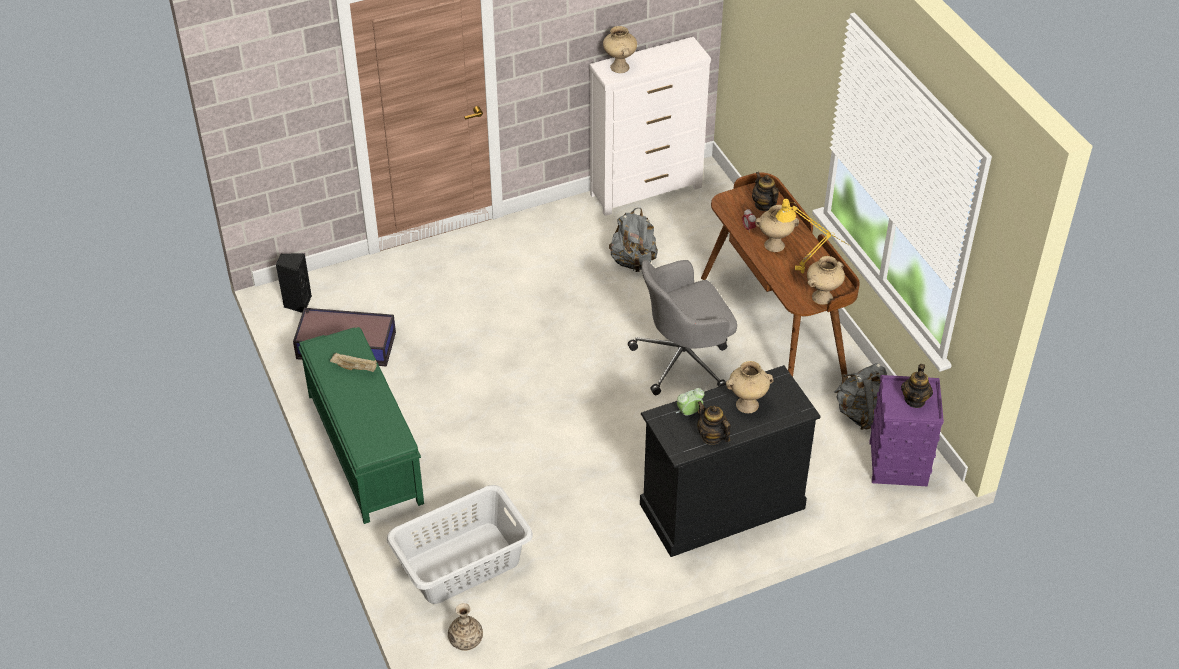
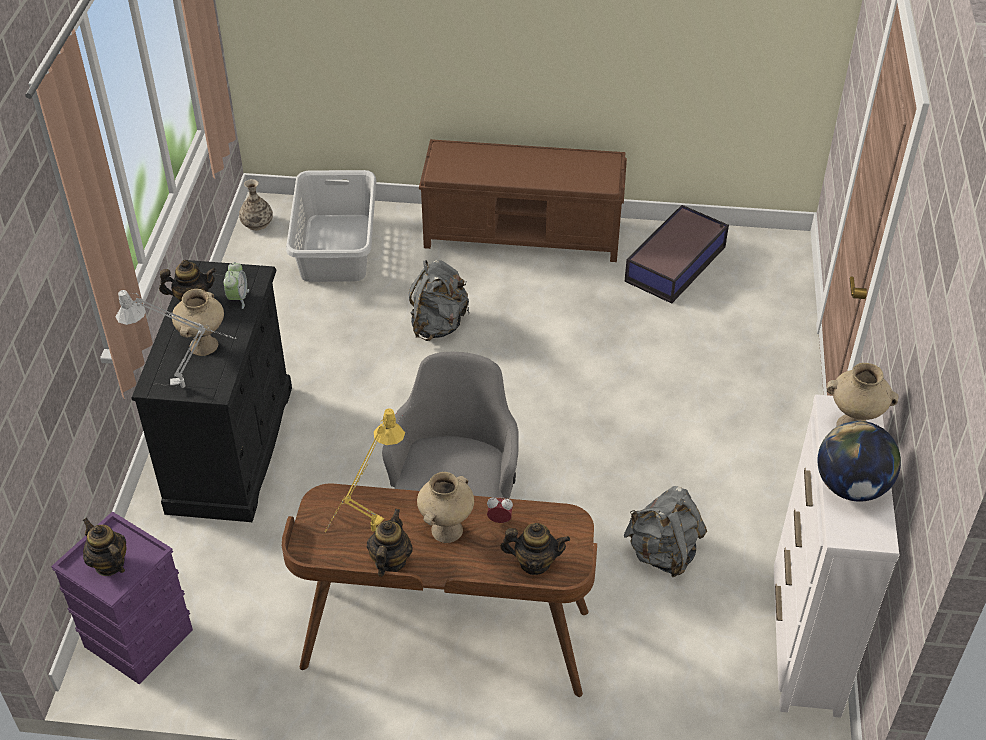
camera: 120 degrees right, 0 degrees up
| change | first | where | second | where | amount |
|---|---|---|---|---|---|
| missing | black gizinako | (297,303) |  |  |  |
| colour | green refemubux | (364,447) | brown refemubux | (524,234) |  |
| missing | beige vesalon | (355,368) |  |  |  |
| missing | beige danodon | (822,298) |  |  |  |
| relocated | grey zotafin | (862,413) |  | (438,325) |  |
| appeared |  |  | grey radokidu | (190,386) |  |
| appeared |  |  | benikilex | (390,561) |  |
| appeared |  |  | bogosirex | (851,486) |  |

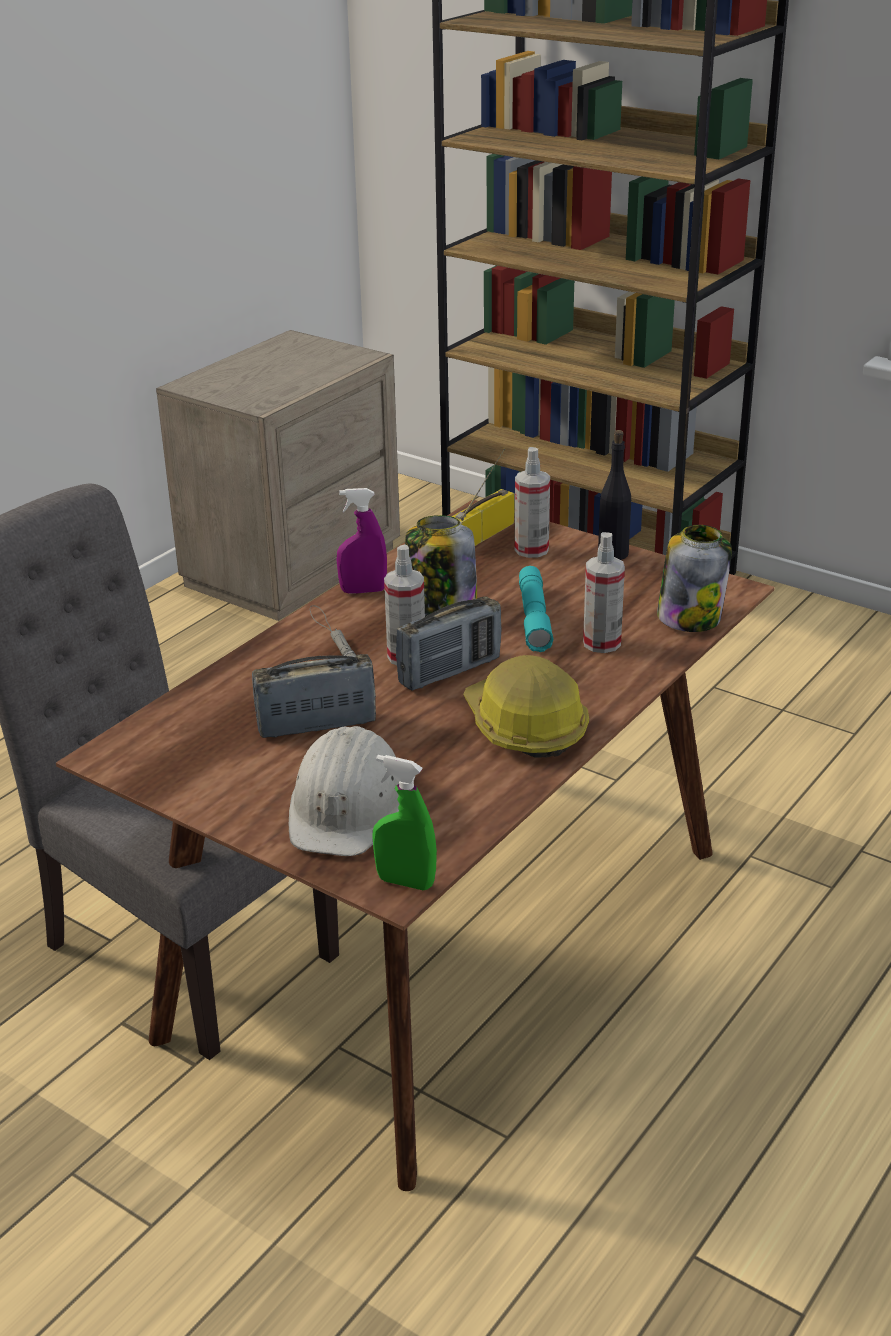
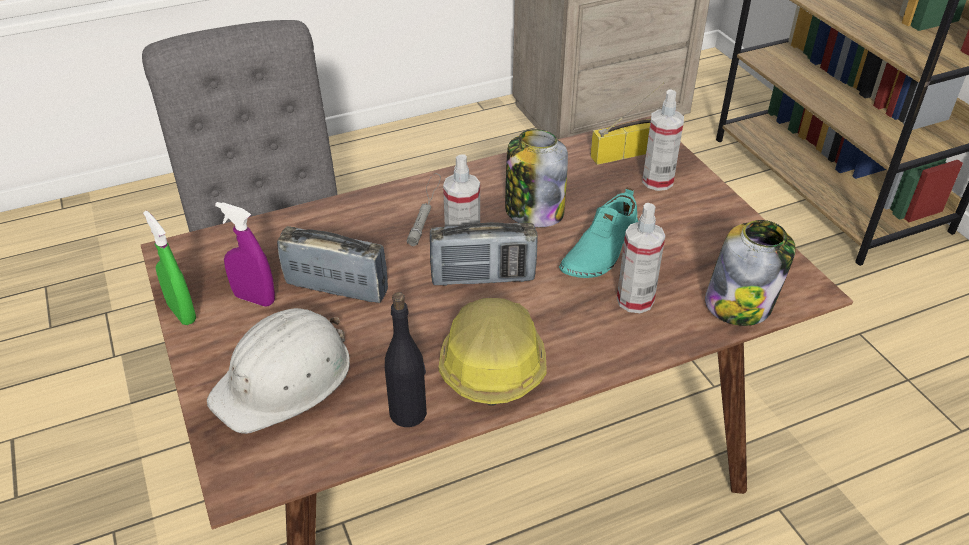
camera: 30 degrees right, 10 degrees up
| change | first | where | second | where | amount |
|---|---|---|---|---|---|
| relocated | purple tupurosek | (363,591) |  | (254,299) |  |
| relocated | green tupurosek | (405,882) |  | (182,313) |  |
| exchanged | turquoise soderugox | (534,618) | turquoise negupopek | (599,251) |  |
| relocated | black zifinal | (613,553) |  | (408,413) |  |

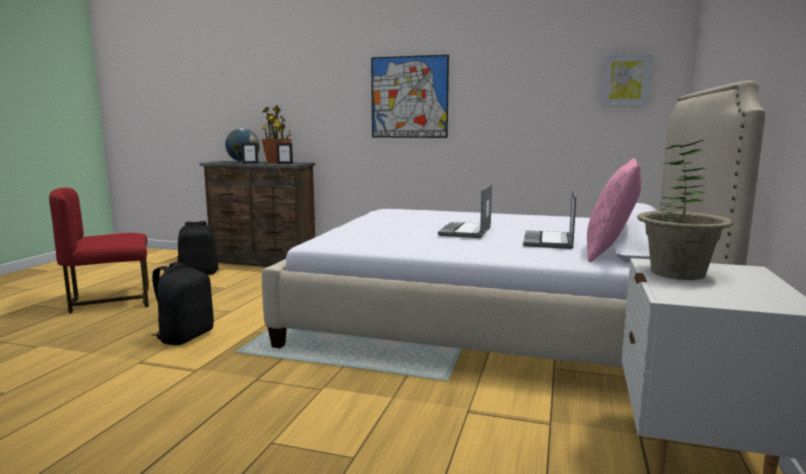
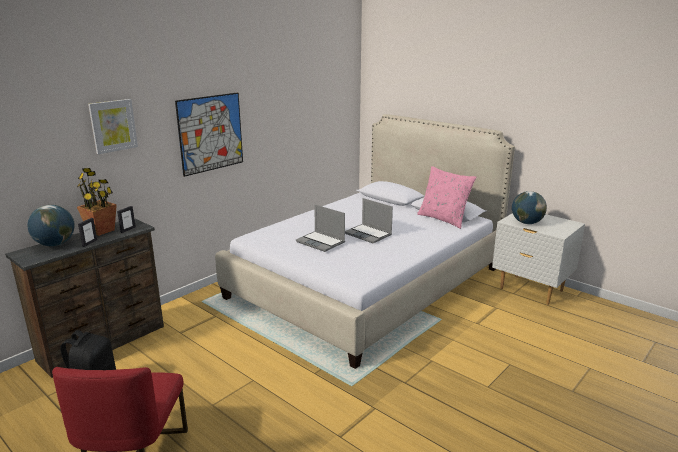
camera: 65 degrees left, 10 degrees up
| change | first | where | second | where | amount |
|---|---|---|---|---|---|
| missing | black zotafin | (185,337) |  |  |  |
| relocated | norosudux | (549,241) |  | (321,242) |  |
| relocated | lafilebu | (625,80) |  | (113,126) |  |
| exchanged | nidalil | (677,273) | bogosirex | (526,223) |  |

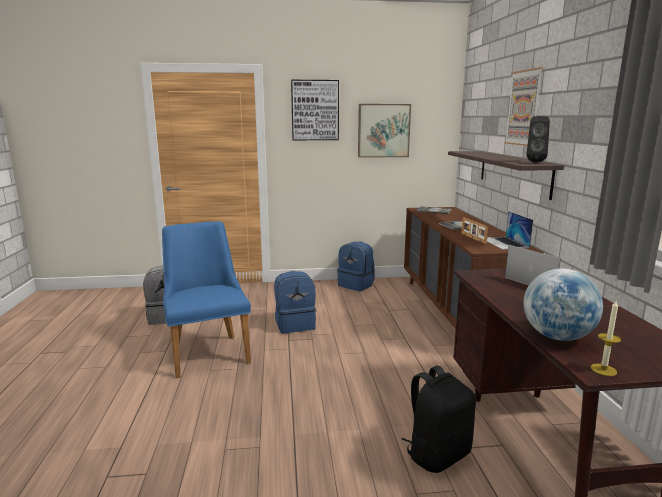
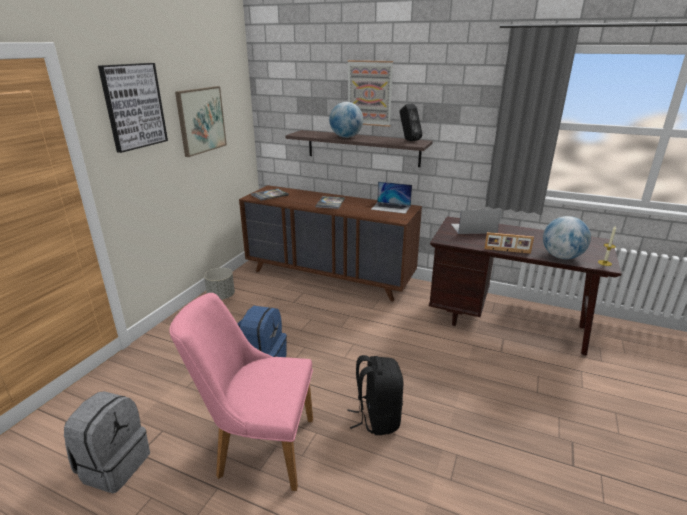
camera: 60 degrees left, 10 degrees up
| change | first | where | second | where | amount |
|---|---|---|---|---|---|
| colour | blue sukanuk | (208,351) | pink sukanuk | (257,447) |  |
| exchanged | blue zotafin | (356,285) | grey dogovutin | (221,296) |  |
| relocated | black zotafin | (437,454) |  | (377,418) |  |
| relocated | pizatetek | (472,238) |  | (507,251) |  |
| appeared |  |  | bogosirex | (346,137) |  |

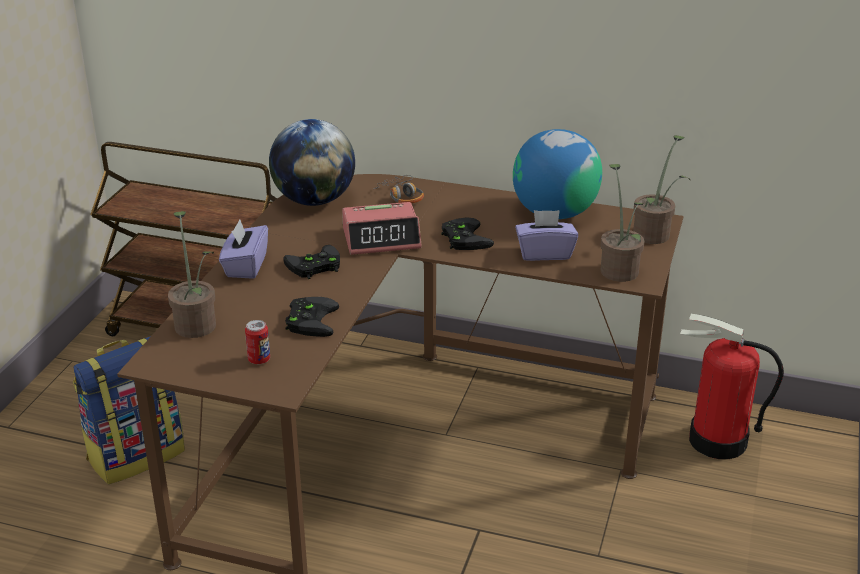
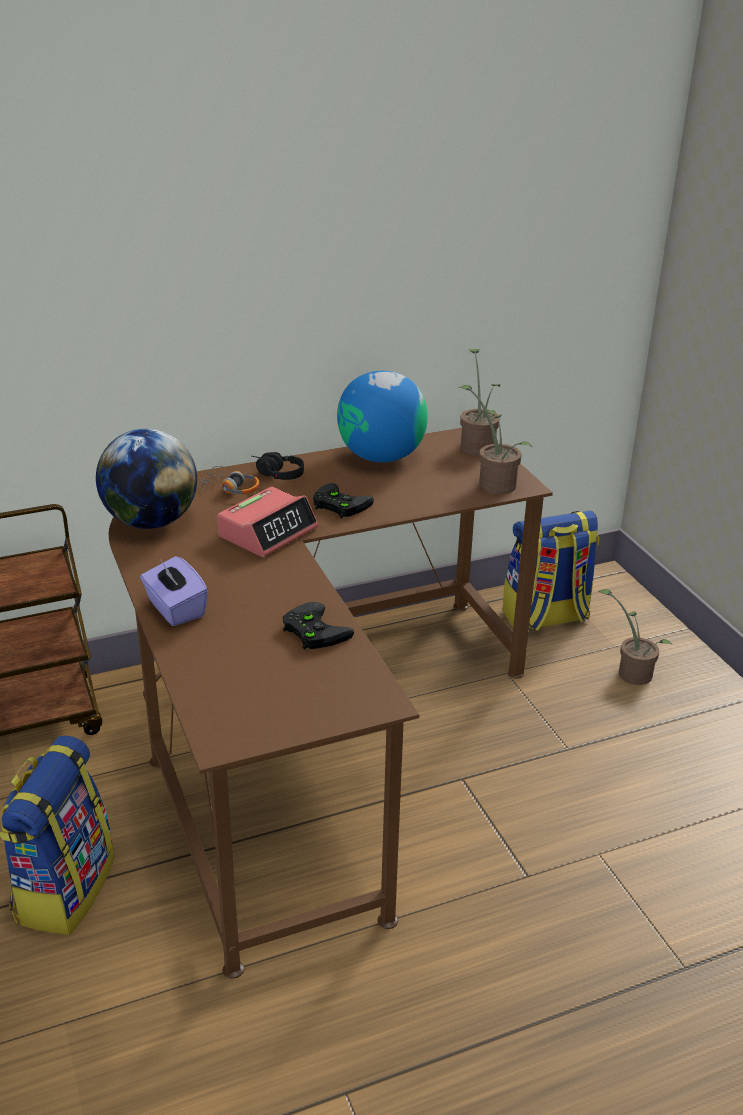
camera: 40 degrees left, 0 degrees up
| change | first | where | second | where | amount |
|---|---|---|---|---|---|
| relocated | nidalil | (196,322) |  | (631,671) |  |
| missing | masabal | (259,360) |  |  |  |
| missing | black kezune | (313,266) |  |  |  |
| missing | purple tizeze | (544,253) |  |  |  |
| exchanged | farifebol | (717,441) | zotafin | (545,618) |  |
| appeared |  |  | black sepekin | (275,474) |  |

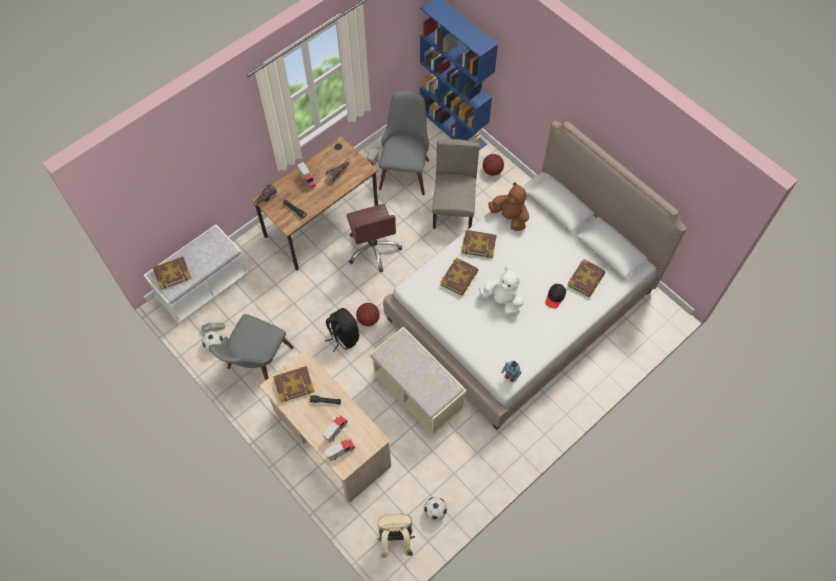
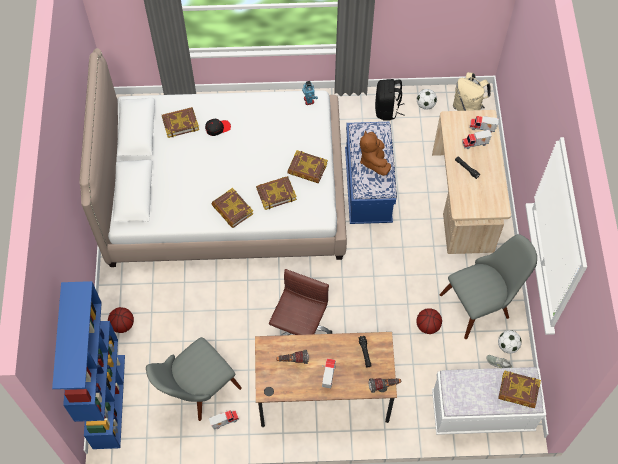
camera: 140 degrees left, 0 degrees up
| change | first | where | second | where | amount |
|---|---|---|---|---|---|
| relocated | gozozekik | (294,384) |  | (307,169) |  |
| relocated | black zotafin | (343,337) |  | (387,110) |  |
| relocated | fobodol | (368,319) |  | (428,326) |  |
| colour | beige refemubux | (418,392) | blue refemubux | (367,187) |  |
| missing | beige sukanuk | (454,210) |  |  |  |
| missing | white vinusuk | (502,301) |  |  |  |
| relocated | brown vinusuk | (509,217) |  | (373,160) |  |

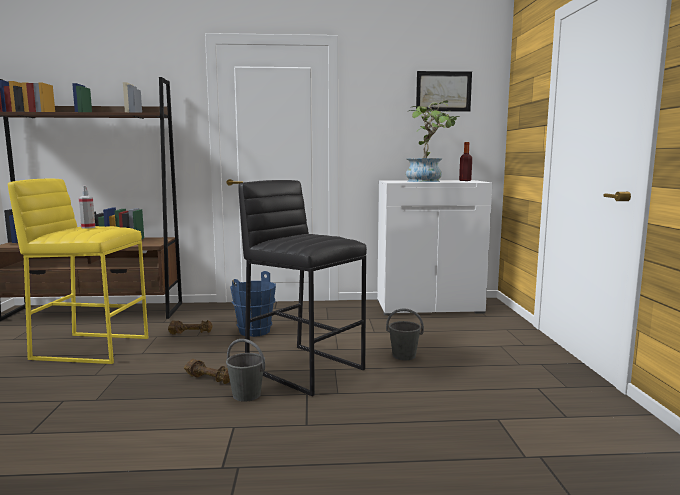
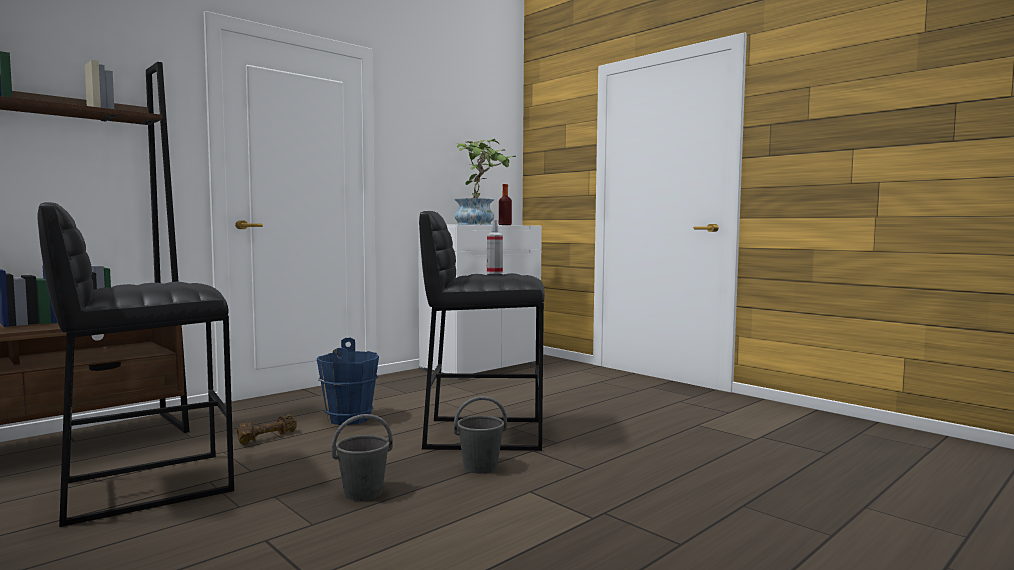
camera: 40 degrees left, 5 degrees down
| change | first | where | second | where | amount |
|---|---|---|---|---|---|
| colour | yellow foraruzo | (91,347) | black foraruzo | (145,486) |  |
| relocated | tupurosek | (88,227) |  | (494,273) |  |
| missing | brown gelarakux | (210,379) |  |  |  |
| relocated | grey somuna | (404,356) |  | (364,492) |  |
| missing | lafilebu | (443,91) |  |  |  |

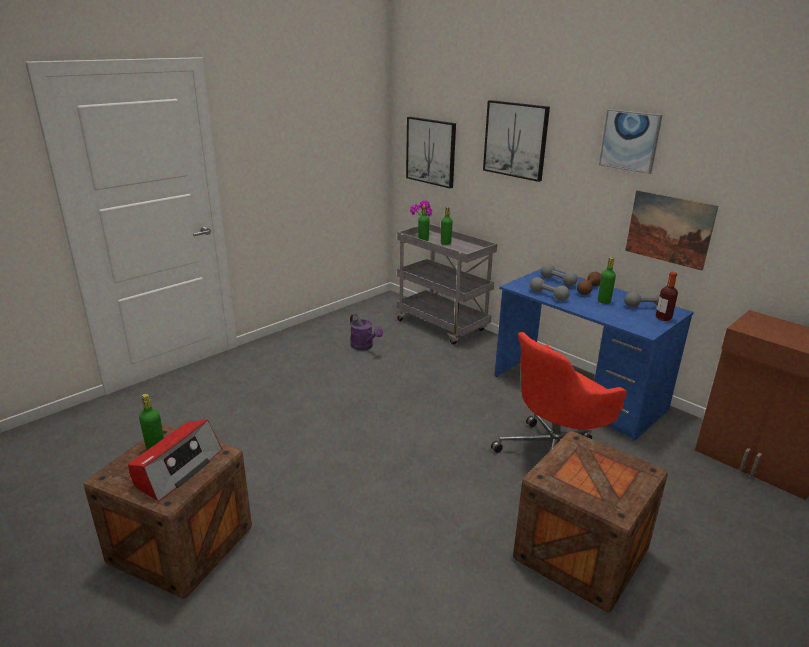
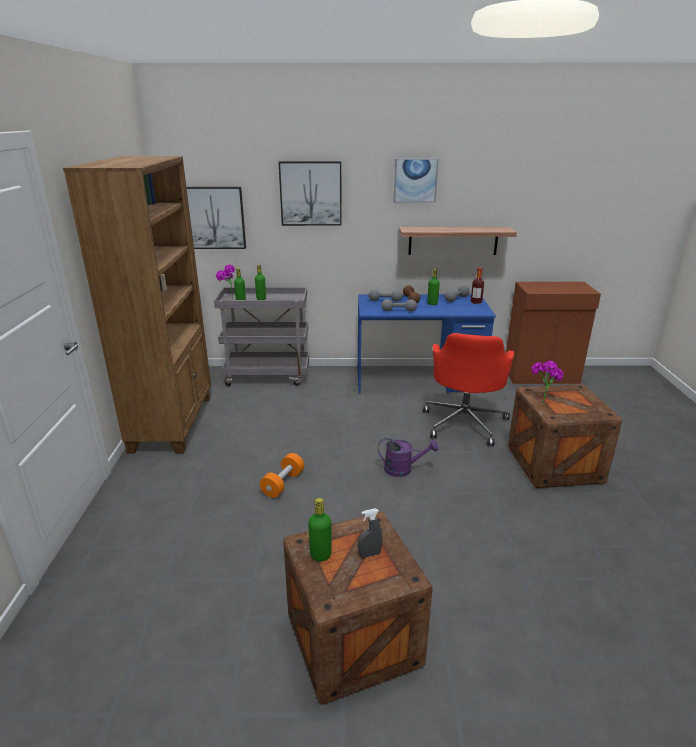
camera: 45 degrees left, 0 degrees up
| change | first | where | second | where | amount |
|---|---|---|---|---|---|
| exchanged | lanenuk | (177,468) | grey tupurosek | (369,554) |  |
| relocated | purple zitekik | (364,347) |  | (403,469) |  |
| exchanged | lafilebu | (669,229) | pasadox | (453,241) |  |
| appeared |  |  | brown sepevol | (173,423) |  |
| appeared |  |  | orange gelarakux | (283,483) |  |
| appeared |  |  | nidalil | (542,400) |  |

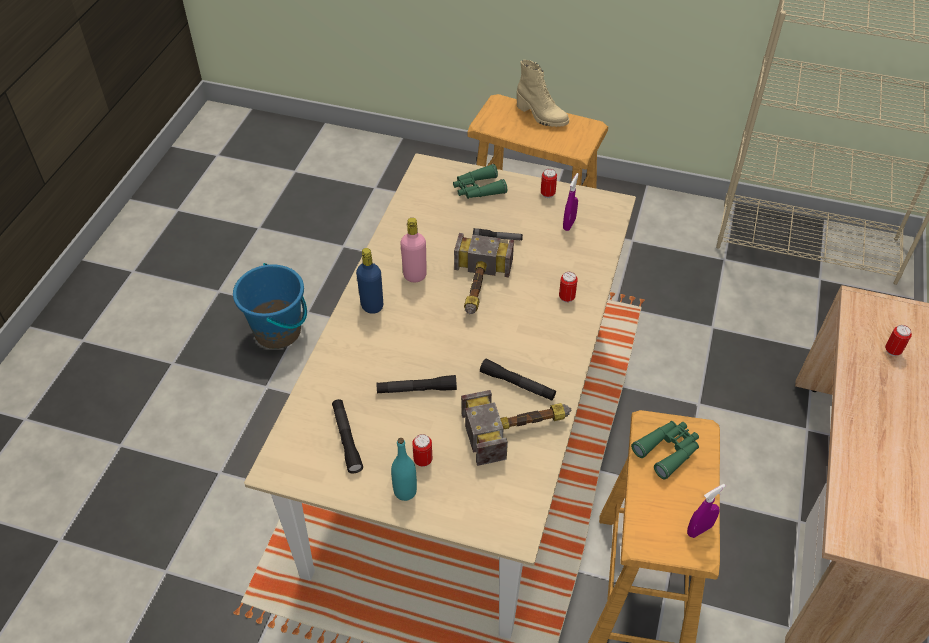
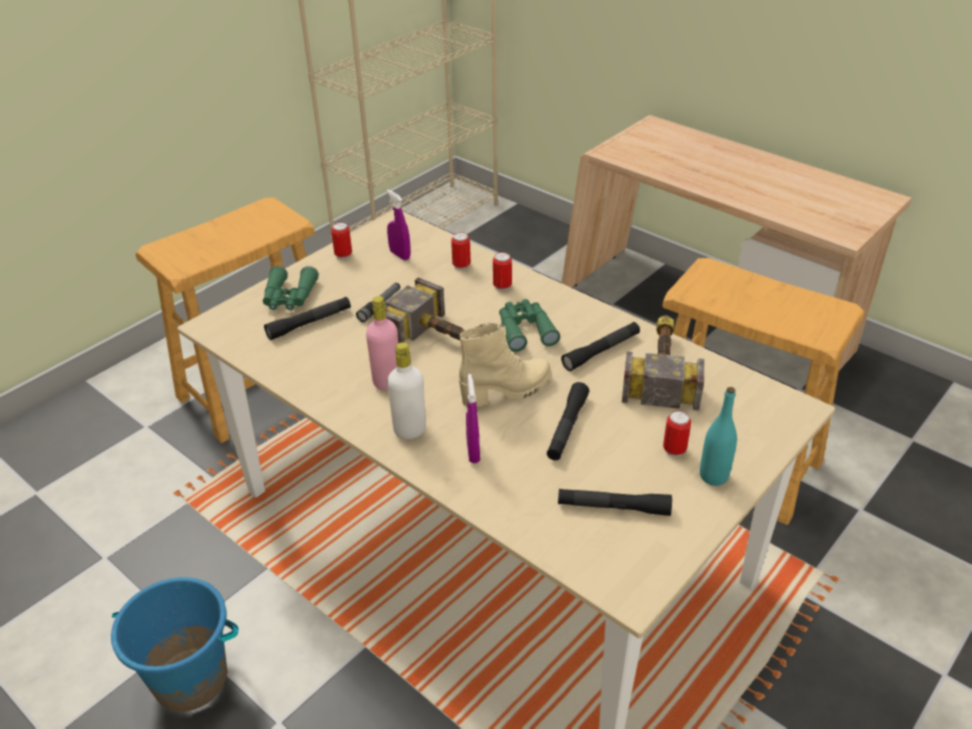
camera: 65 degrees left, 10 degrees down
| change | first | where | second | where | amount |
|---|---|---|---|---|---|
| colour | blue zifinal | (372,306) | white zifinal | (409,430) |  |
| relocated | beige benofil | (541,116) |  | (507,391) |  |
| relocated | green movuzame | (668,450) |  | (525,330) |  |
| relocated | purple tupurosek | (699,529) |  | (473,452) |  |
| relocated | masabal | (892,351) |  | (461,265) |  |
| appeared |  |  | black soderugox | (309,323) |  |

